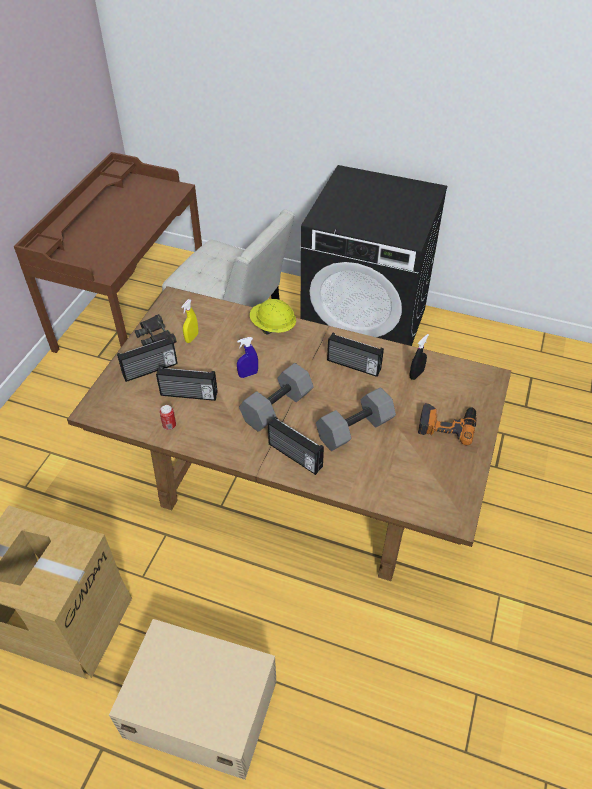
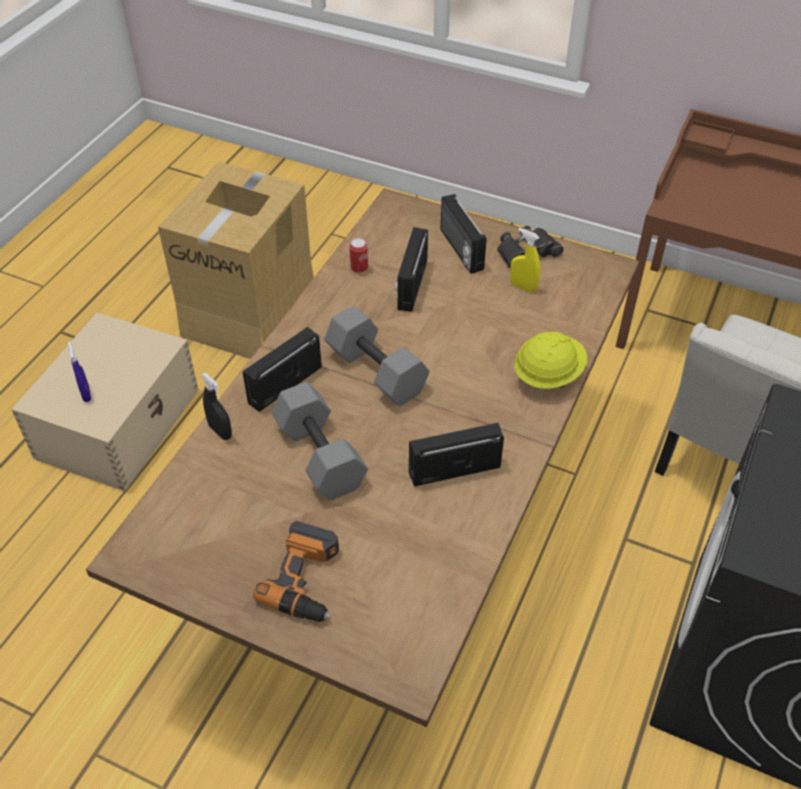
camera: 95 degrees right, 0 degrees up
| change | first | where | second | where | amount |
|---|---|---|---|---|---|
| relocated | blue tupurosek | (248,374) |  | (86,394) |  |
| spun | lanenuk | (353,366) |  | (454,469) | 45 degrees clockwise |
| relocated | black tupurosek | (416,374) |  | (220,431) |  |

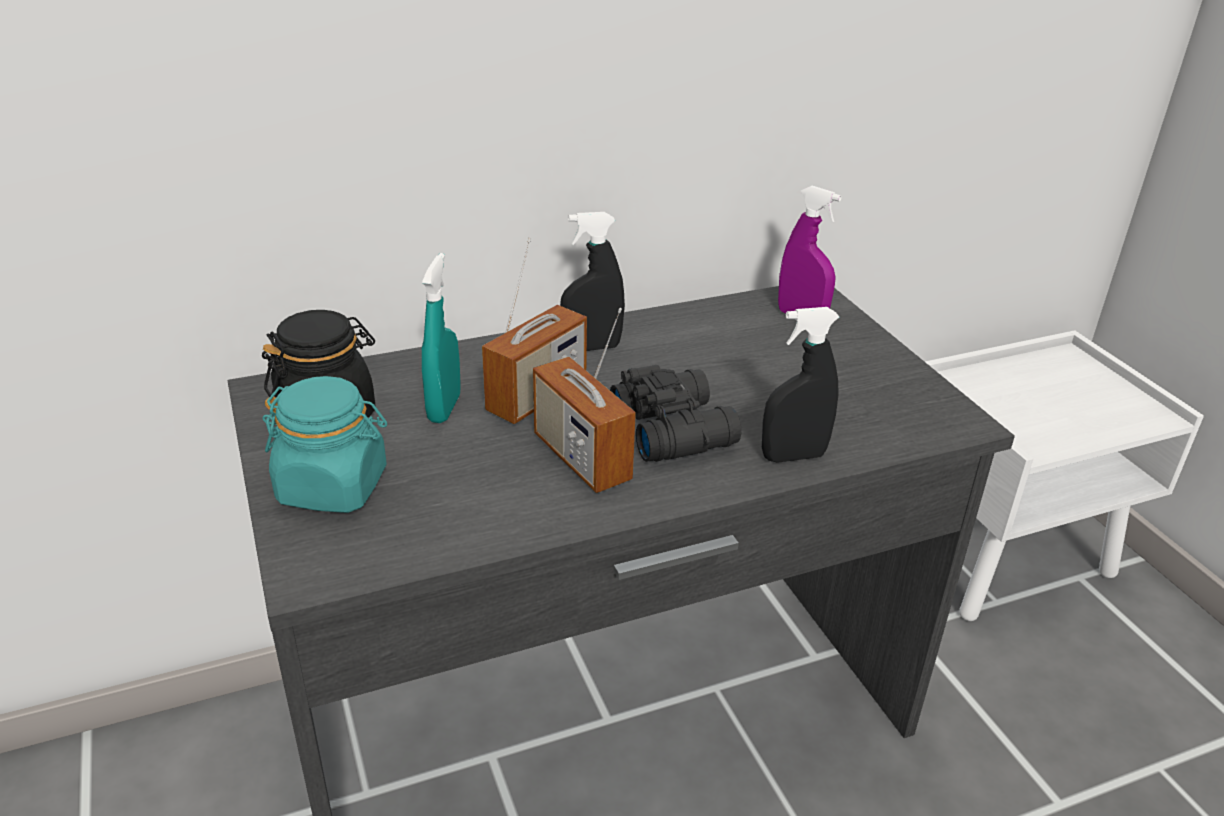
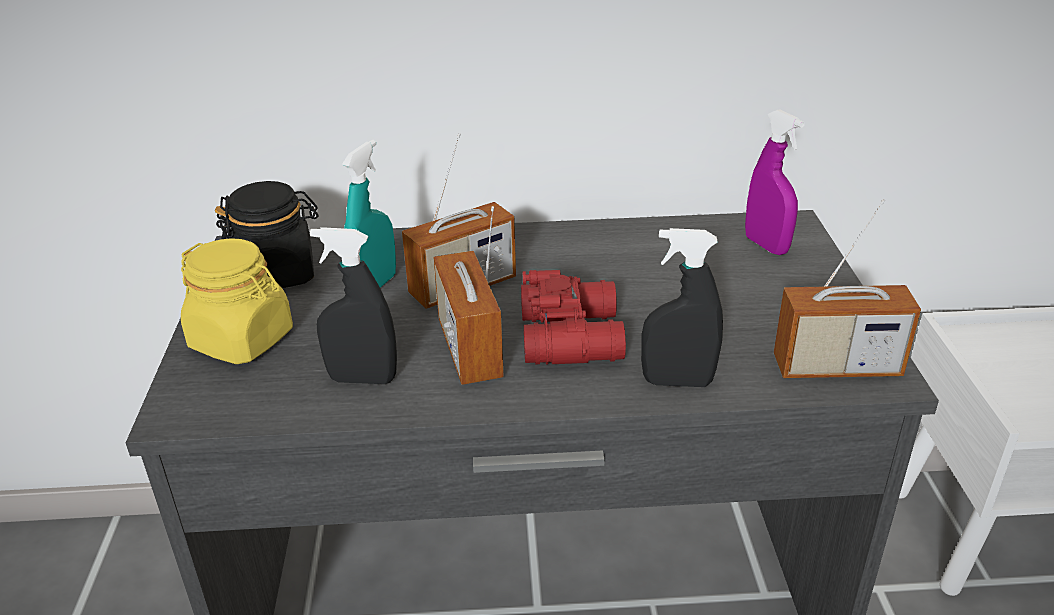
camera: 20 degrees right, 0 degrees up
| change | first | where | second | where | amount |
|---|---|---|---|---|---|
| colour | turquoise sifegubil | (333,487) | yellow sifegubil | (242,340) |  |
| relocated | black tupurosek | (591,347) |  | (362,379) |  |
| colour | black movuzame | (674,428) | red movuzame | (573,336) |  |
| appeared |  |  | lanenuk | (836,367) |  |

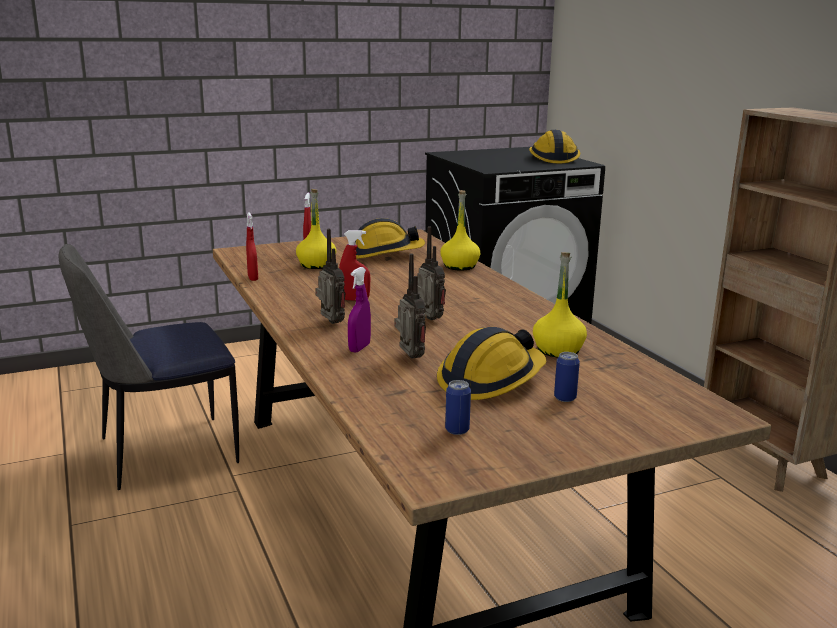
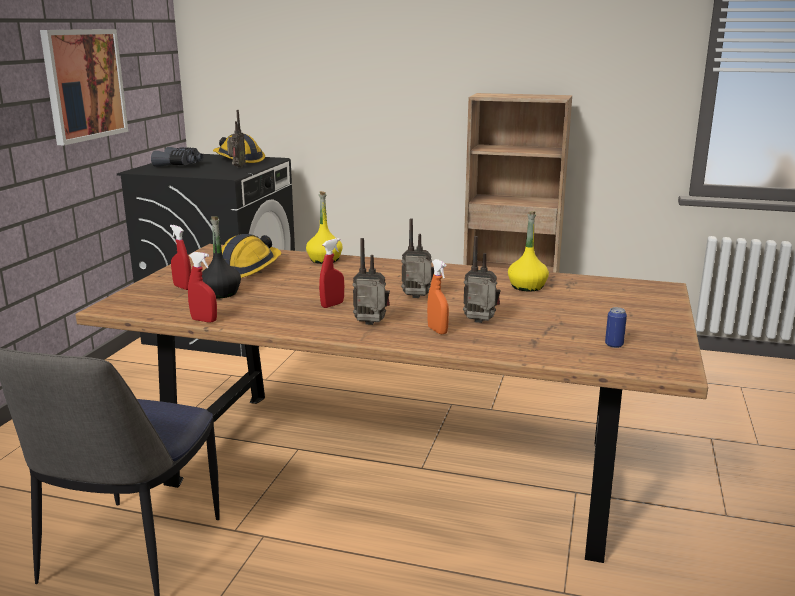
camera: 50 degrees left, 0 degrees up
| change | first | where | second | where | amount |
|---|---|---|---|---|---|
| colour | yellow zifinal | (316,265) | black zifinal | (221,293) |  |
| colour | purple tupurosek | (359,348) | orange tupurosek | (437,330) |  |
| missing | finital | (491,380) |  |  |  |
| missing | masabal | (565,398) |  |  |  |
| appeared |  |  | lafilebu | (84,84) |  |
| appeared |  |  | grey movuzame | (180,165) |  |
| appeared |  |  | lanenuk | (237,167) |  |

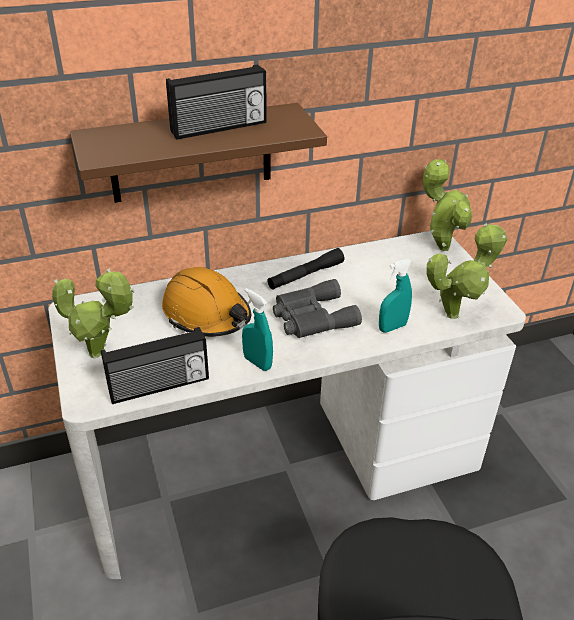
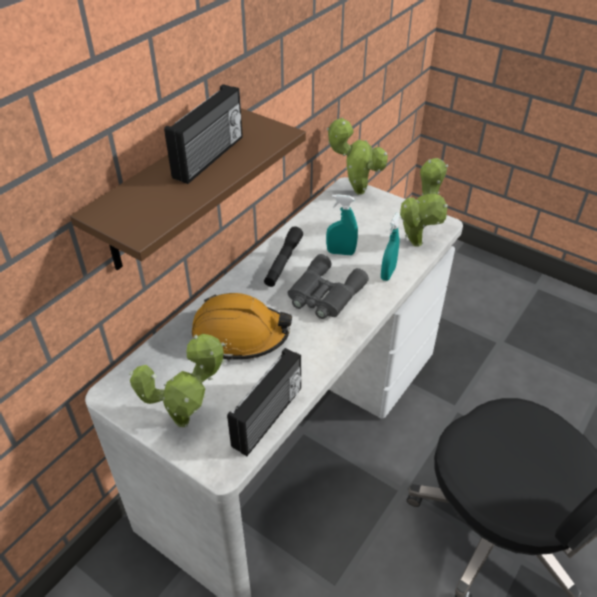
camera: 35 degrees left, 5 degrees up
| change | first | where | second | where | amount |
|---|---|---|---|---|---|
| relocated | turquoise tupurosek | (257,363) |  | (340,252) |  |

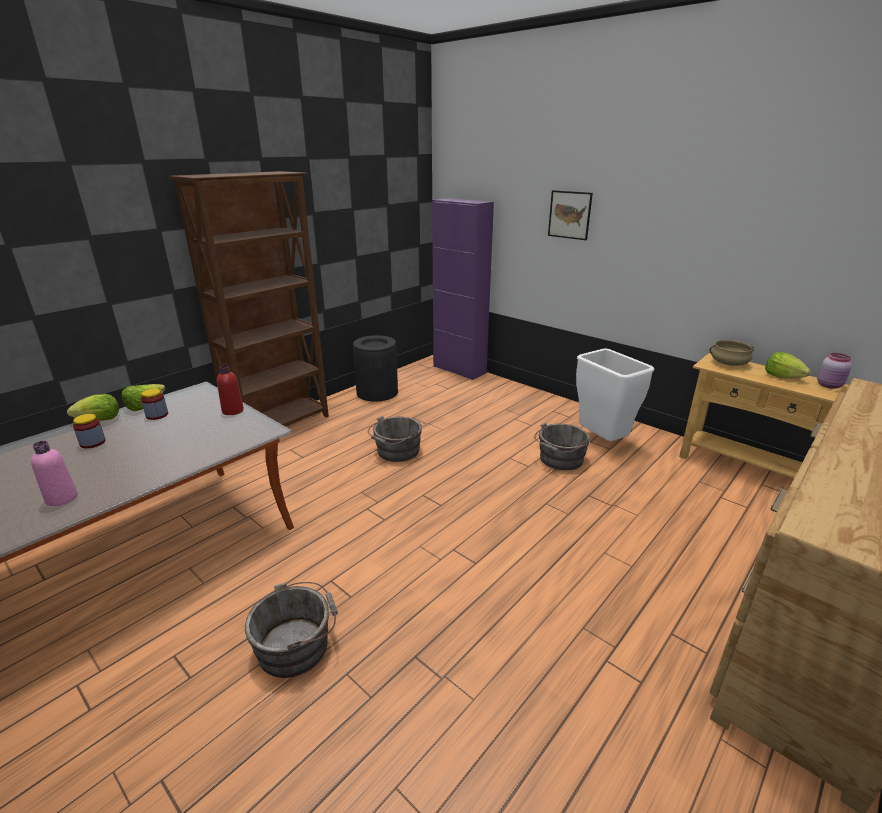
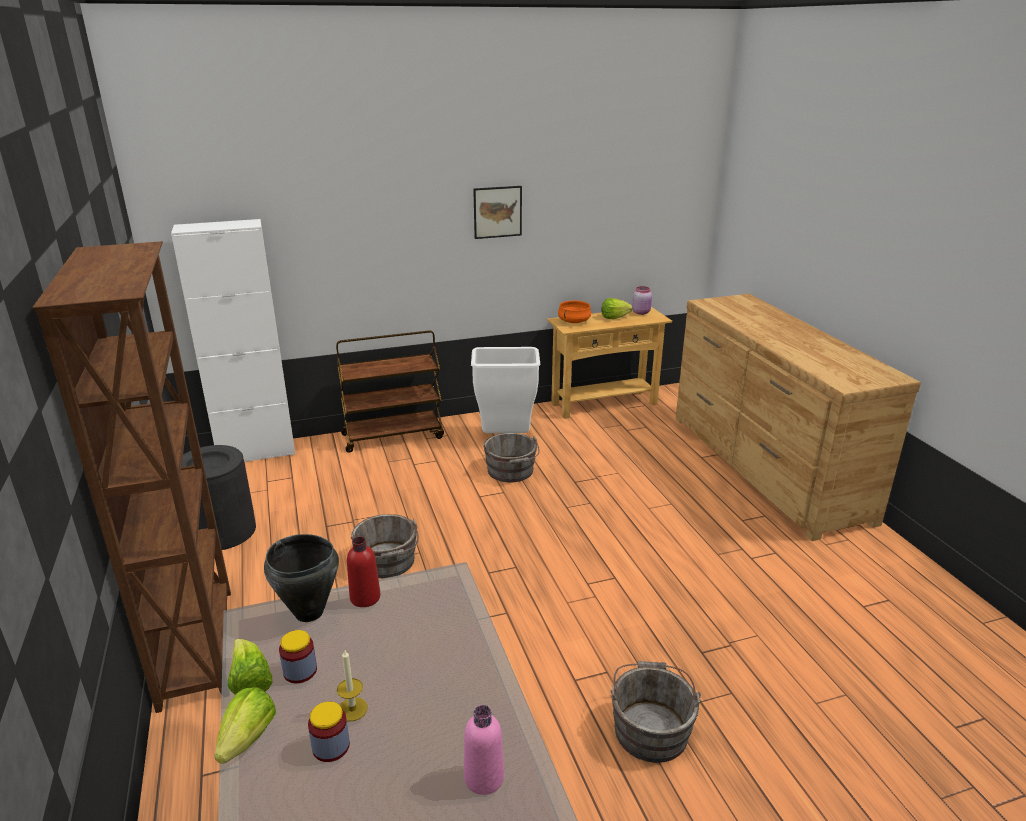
camera: 60 degrees left, 0 degrees up
| change | first | where | second | where | amount |
|---|---|---|---|---|---|
| colour | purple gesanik | (459,369) | white gesanik | (257,453) |  |
| relocated | lafilebu | (569,215) |  | (497,212) |  |
| colour | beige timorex | (728,363) | orange timorex | (574,321) |  |
| appeared |  |  | black timorex | (309,613) |  |
| appeared |  |  | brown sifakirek | (393,436) |  |
| appeared |  |  | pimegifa | (352,709) |  |

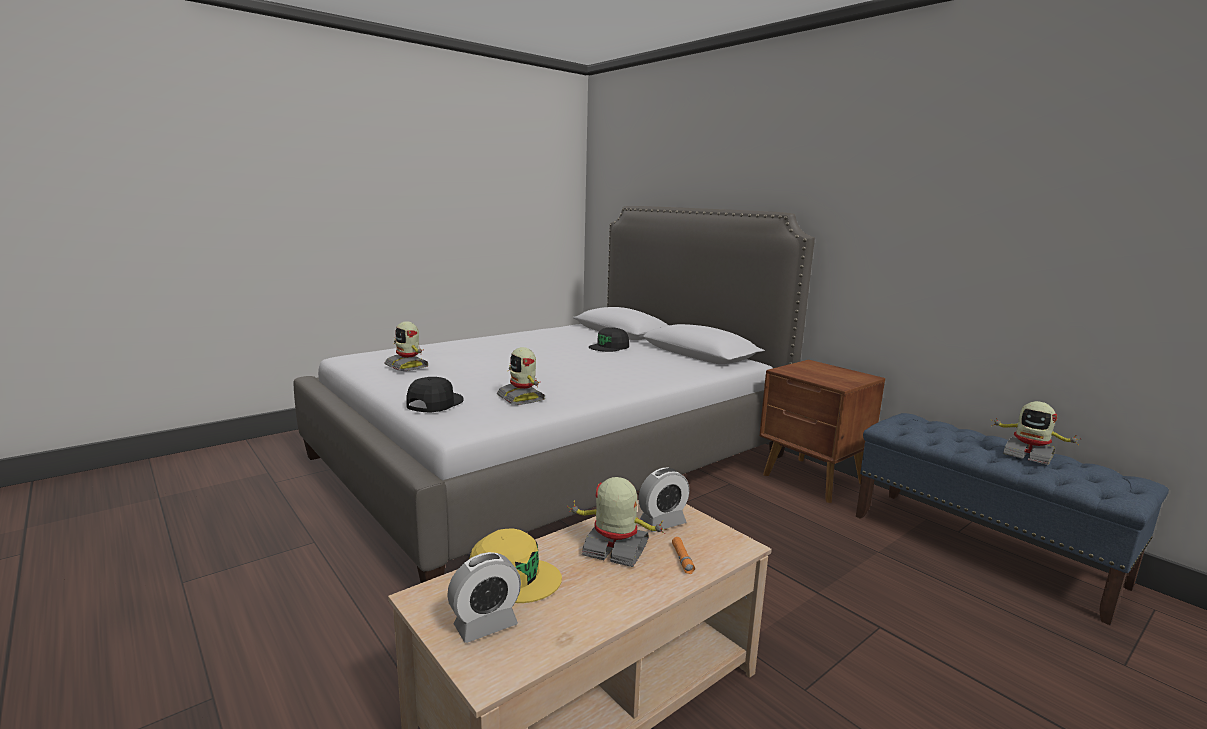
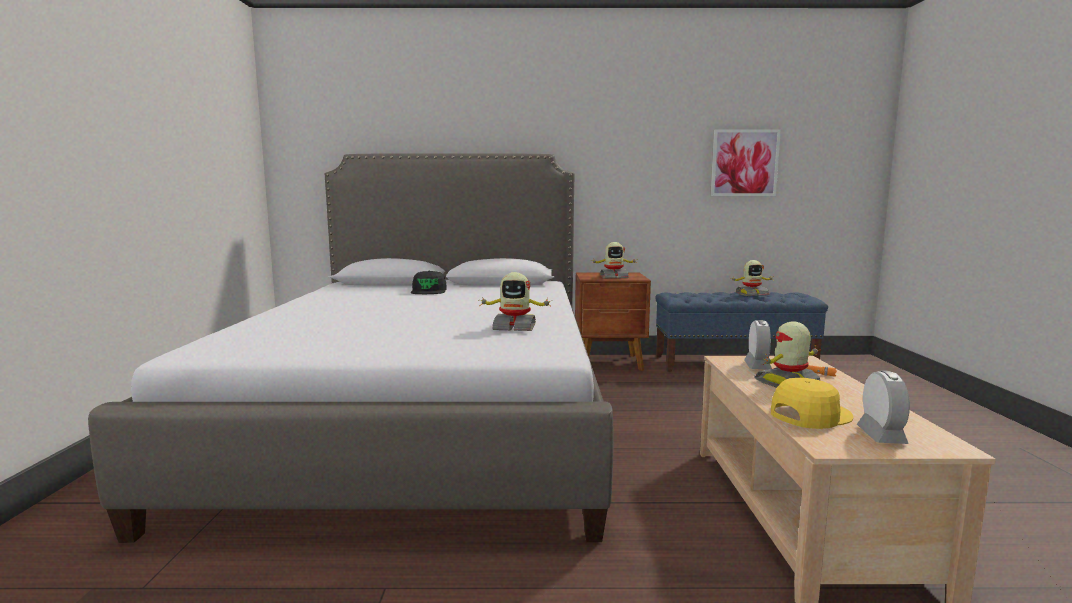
camera: 50 degrees left, 5 degrees down
| change | first | where | second | where | amount |
|---|---|---|---|---|---|
| relocated | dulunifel | (407,366) |  | (613,277) |  |
| missing | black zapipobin | (434,403) |  |  |  |
| appeared |  |  | lafilebu | (744,163) |  |

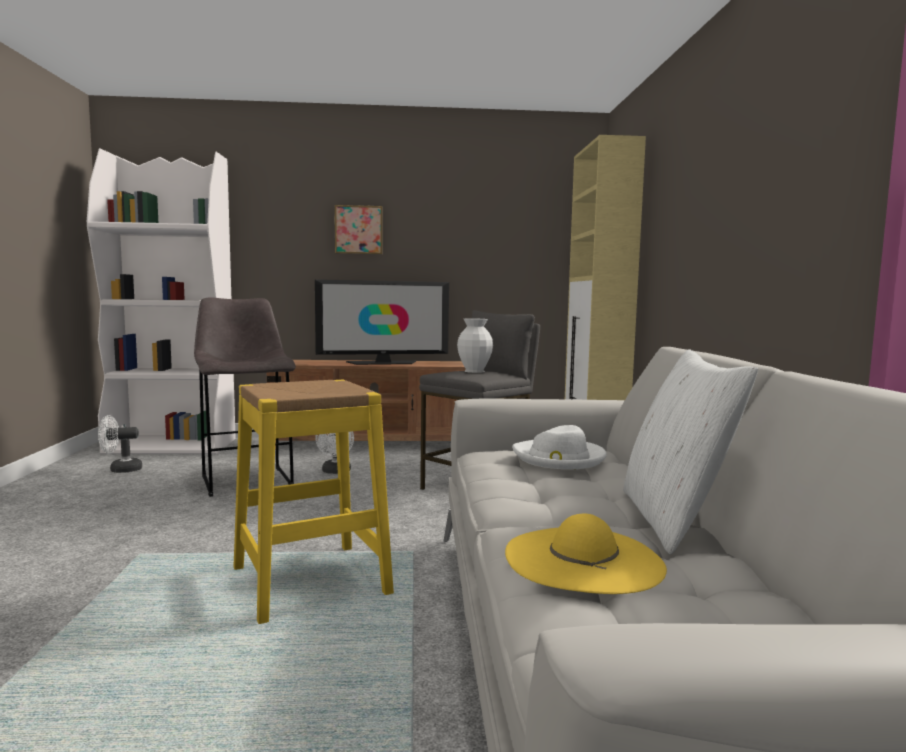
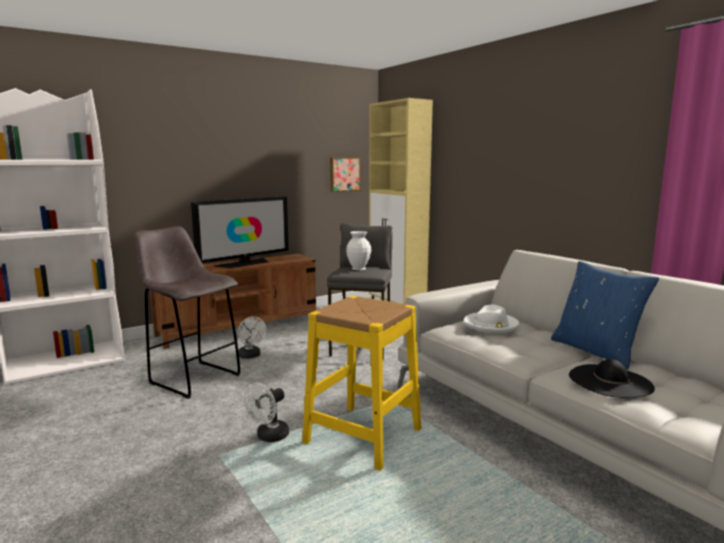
camera: 30 degrees left, 5 degrees up
| change | first | where | second | where | amount |
|---|---|---|---|---|---|
| relocated | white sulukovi | (120,470) |  | (269,437) |  |
| relocated | lafilebu | (359,230) |  | (344,174) |  |
| colour | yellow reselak | (583,559) | black reselak | (610,381) |  |
| colour | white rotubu | (674,520) | blue rotubu | (596,351) |  |

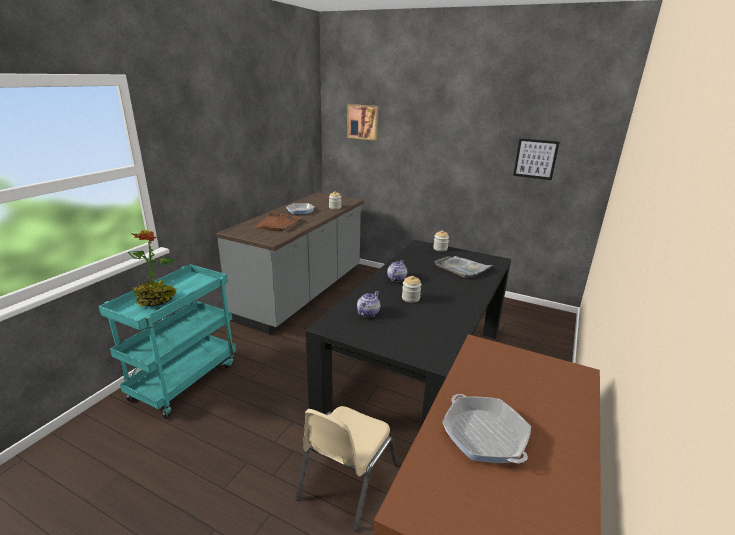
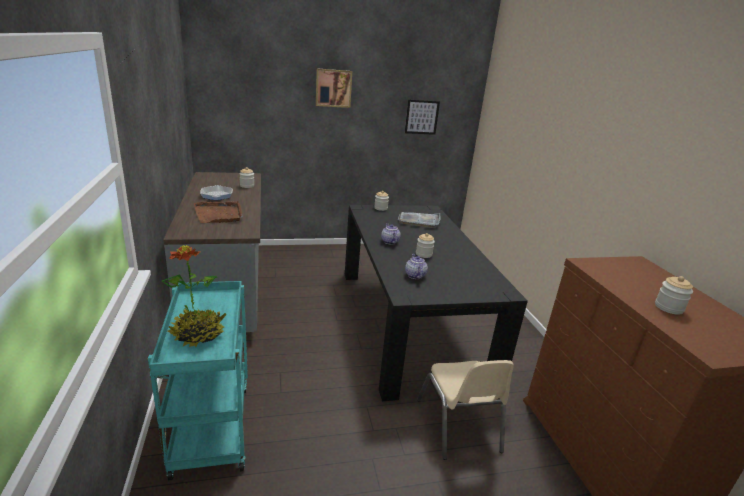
camera: 40 degrees left, 0 degrees up
| change | first | where | second | where | amount |
|---|---|---|---|---|---|
| relocated | lafilebu | (363,122) |  | (333,88) |  |
| exchanged | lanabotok | (484,434) | sifegubil | (668,307) |  |

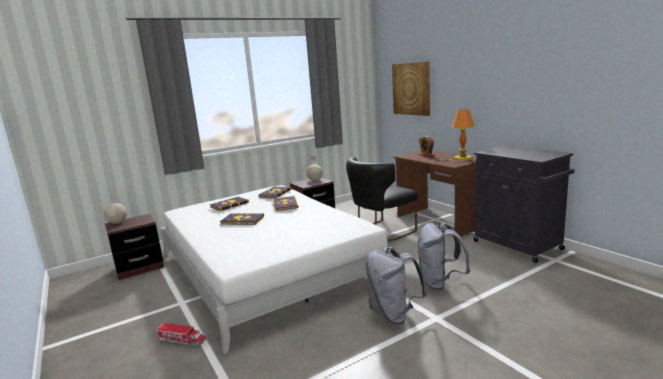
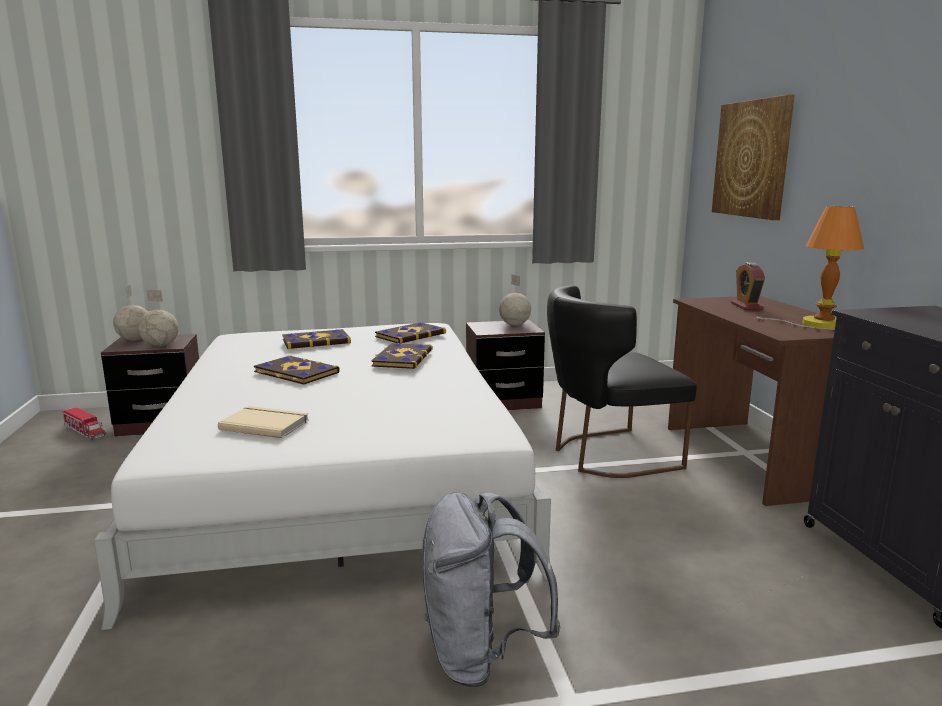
camera: 20 degrees right, 0 degrees up
| change | first | where | second | where | amount |
|---|---|---|---|---|---|
| relocated | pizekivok | (182,340) |  | (85,431) |  |
| missing | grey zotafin | (440,283) |  |  |  |
| appeared |  |  | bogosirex | (160,345) |  |
| appeared |  |  | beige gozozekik | (265,424) |  |

